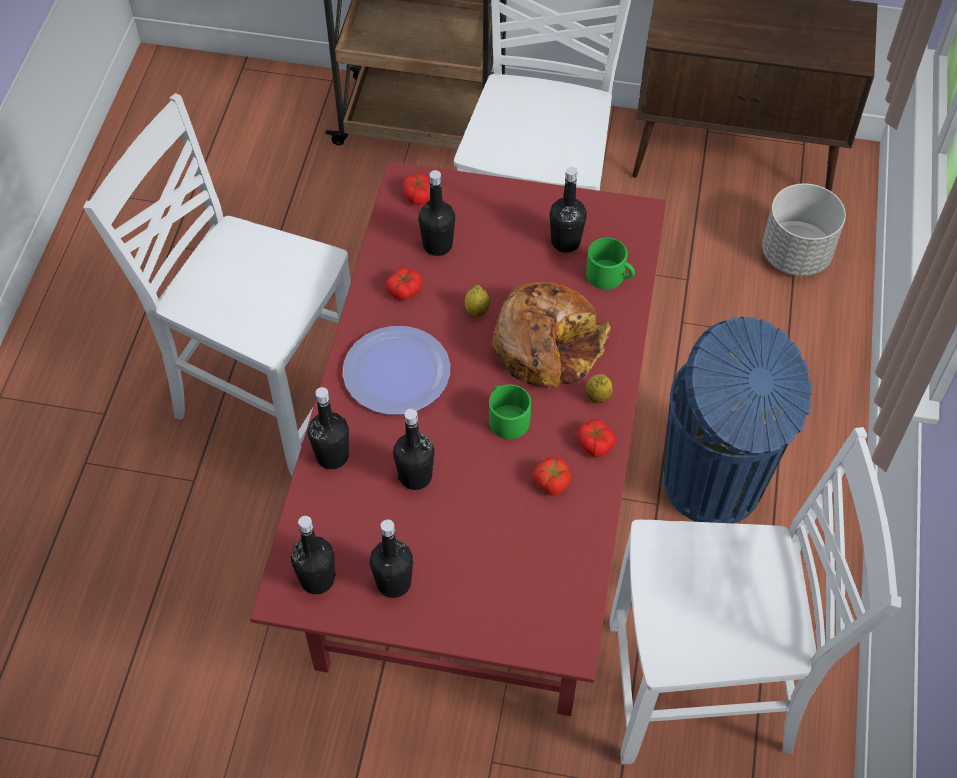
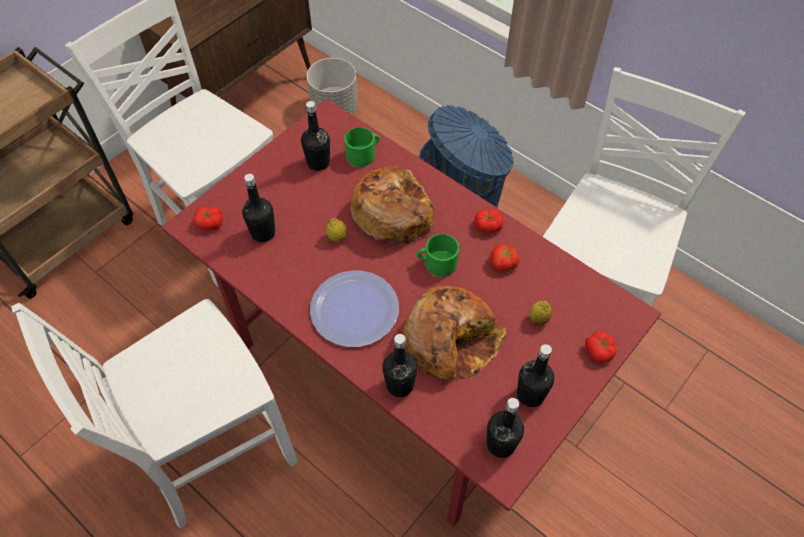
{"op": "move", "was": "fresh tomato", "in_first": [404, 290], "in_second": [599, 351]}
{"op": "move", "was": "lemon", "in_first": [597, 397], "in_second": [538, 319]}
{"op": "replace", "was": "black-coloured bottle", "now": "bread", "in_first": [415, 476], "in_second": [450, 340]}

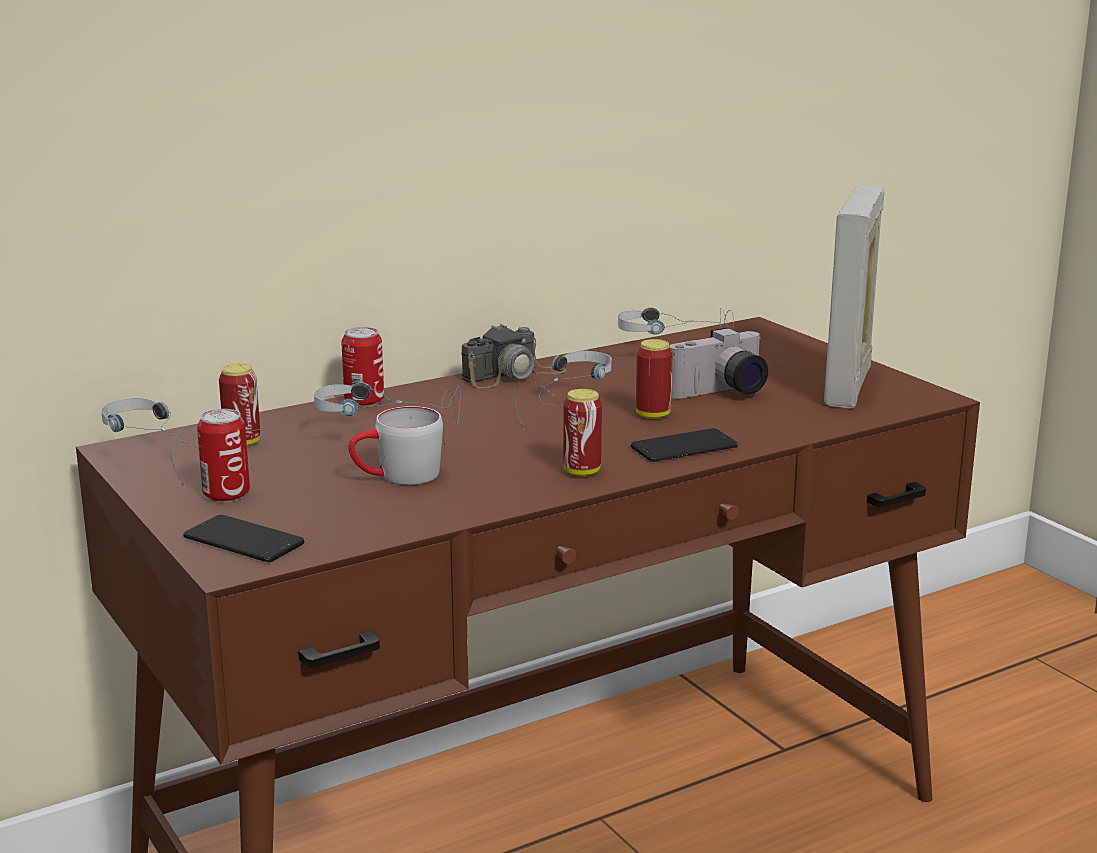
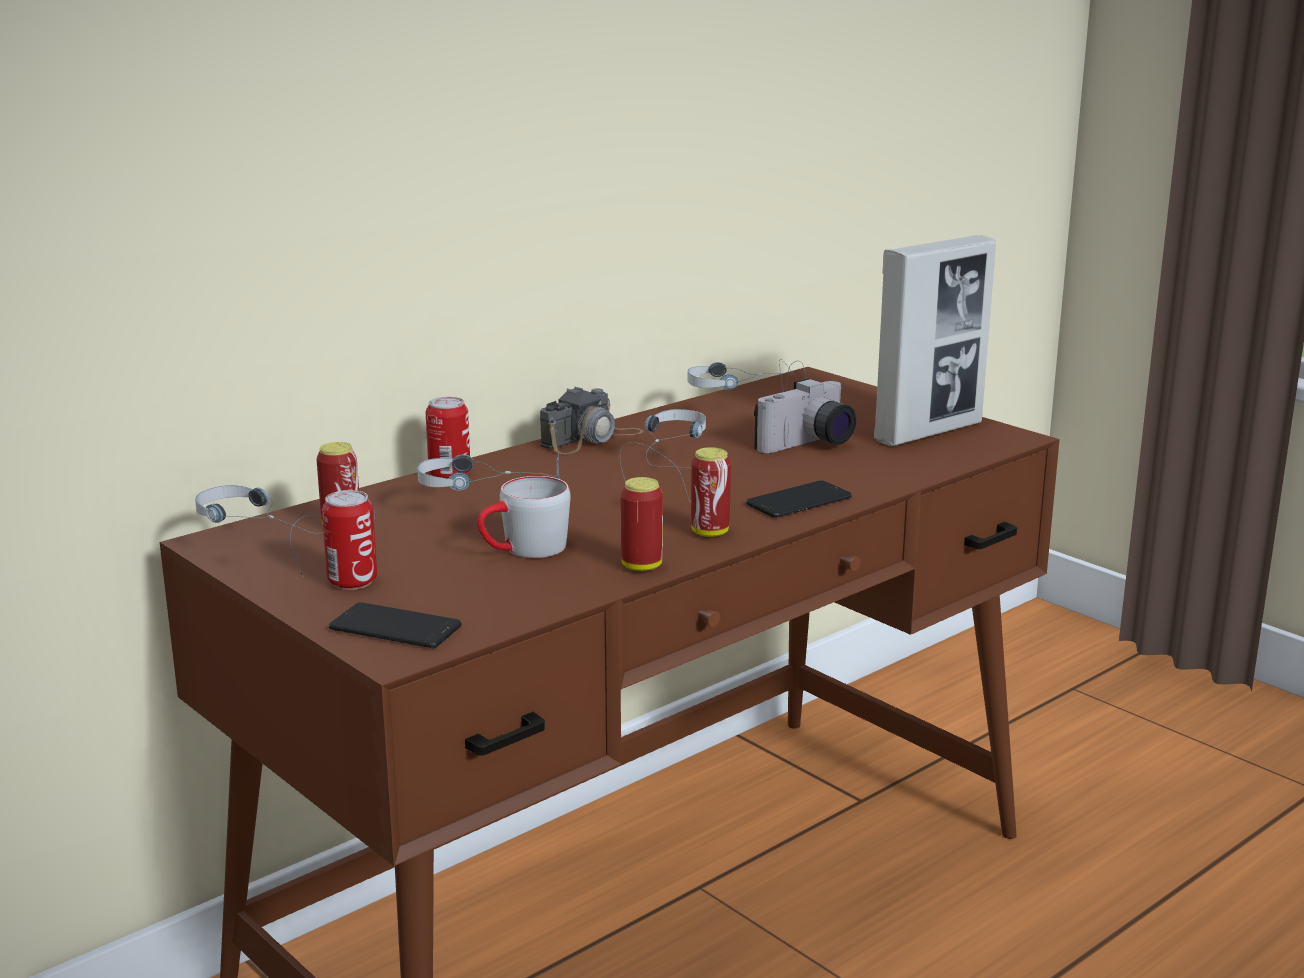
{"op": "rotate", "was": "photo frame", "in_first": [848, 387], "in_second": [928, 432], "clockwise": -135}
{"op": "move", "was": "metal can", "in_first": [653, 415], "in_second": [642, 566]}

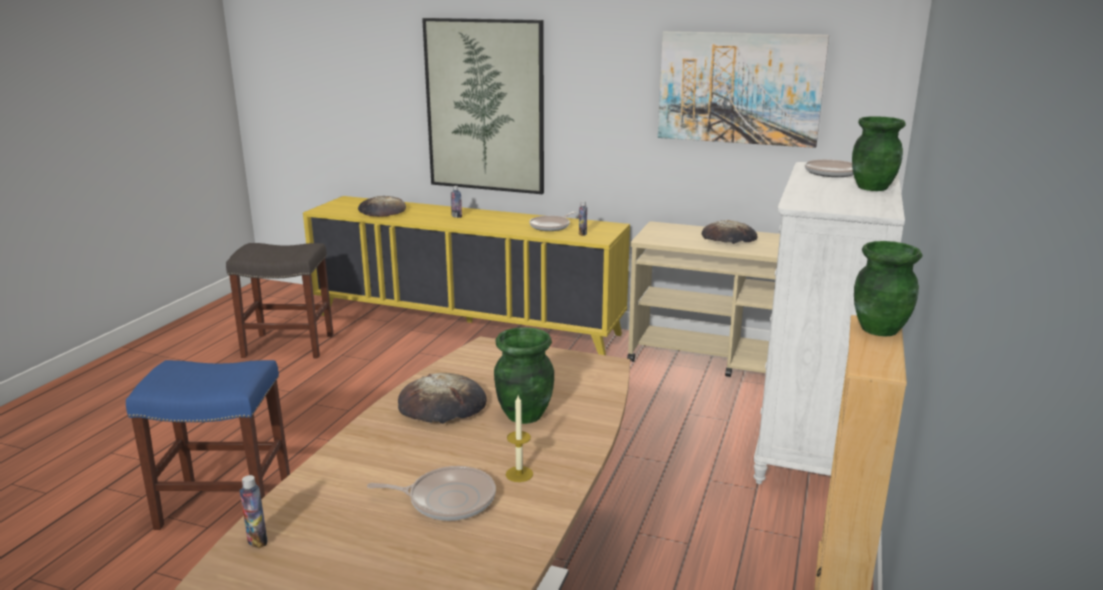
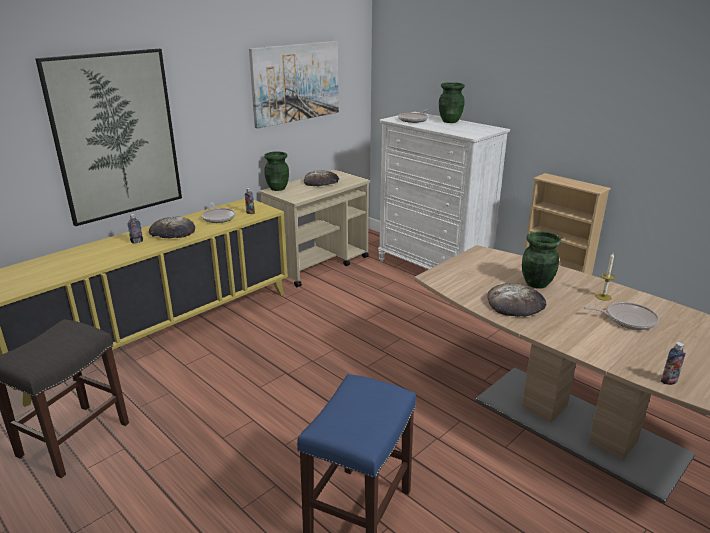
{"op": "move", "was": "bread", "in_first": [382, 211], "in_second": [172, 232]}
{"op": "move", "was": "greenish decorative vase", "in_first": [879, 329], "in_second": [277, 188]}
{"op": "rotate", "was": "skillet", "in_first": [447, 499], "in_second": [627, 319], "clockwise": 75}

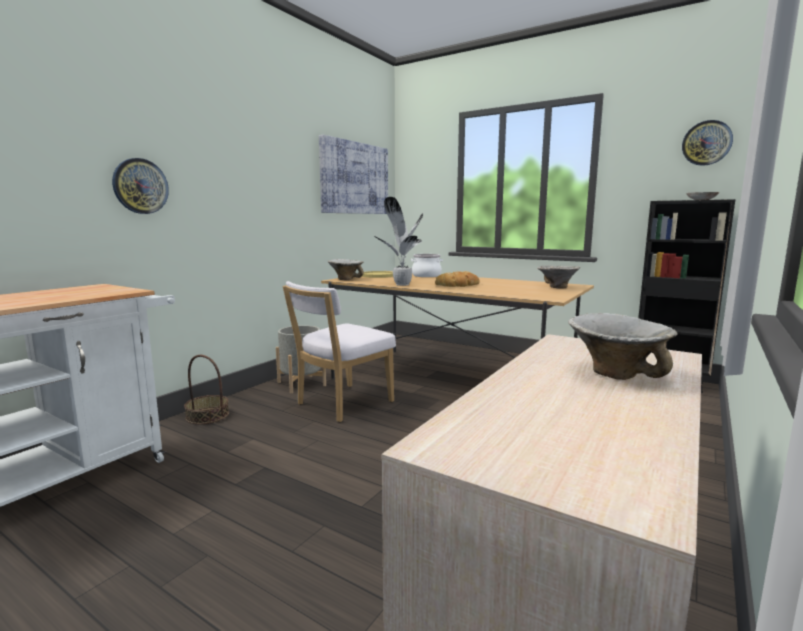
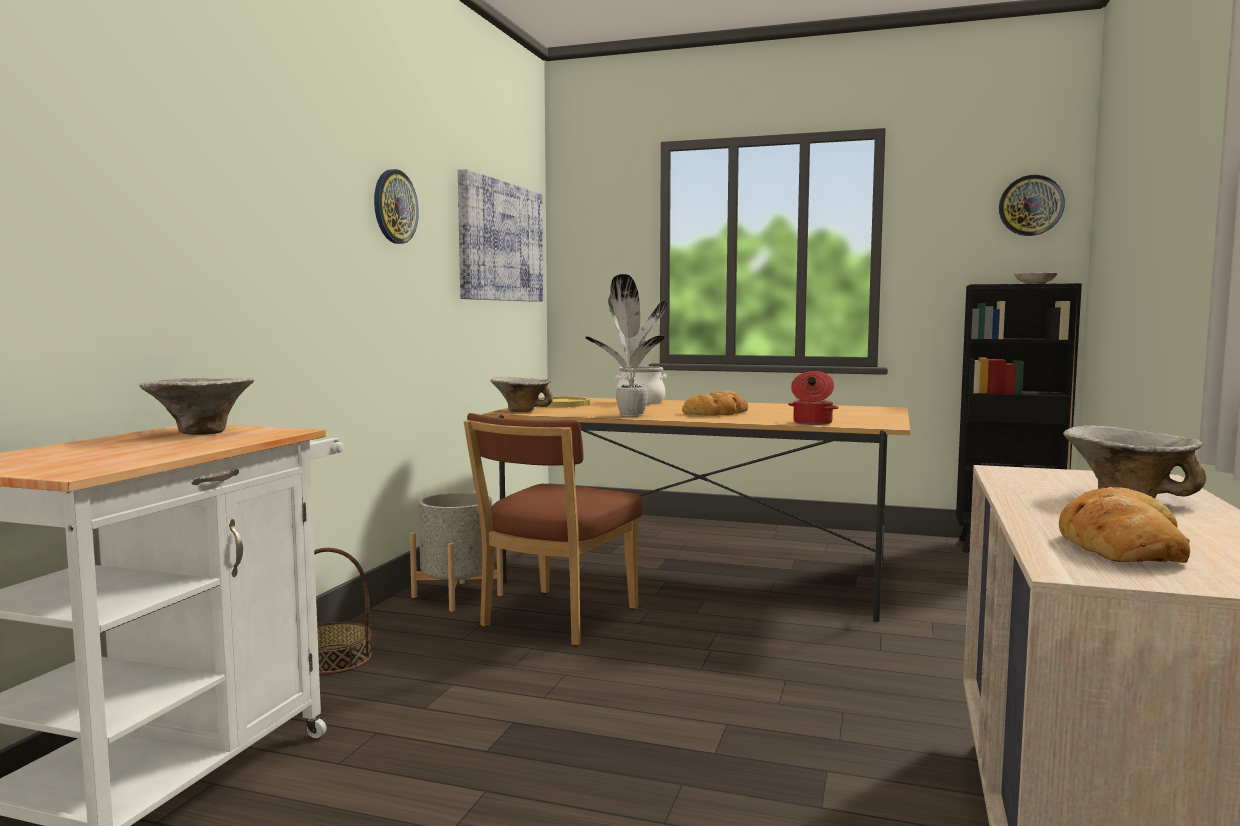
{"op": "move", "was": "hanging clock", "in_first": [140, 186], "in_second": [394, 206]}
{"op": "move", "was": "serving bowl", "in_first": [556, 287], "in_second": [199, 433]}
{"op": "recolor", "was": "white upright chair", "now": "brown-coloured upright chair", "in_first": [341, 404], "in_second": [555, 620]}
{"op": "insert", "now": "saucepot", "in_second": [811, 423]}
{"op": "insert", "now": "bread", "in_second": [1120, 544]}

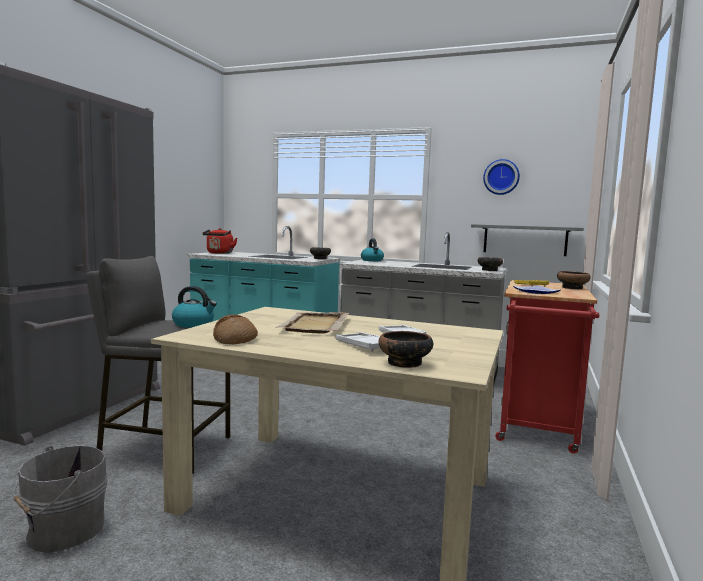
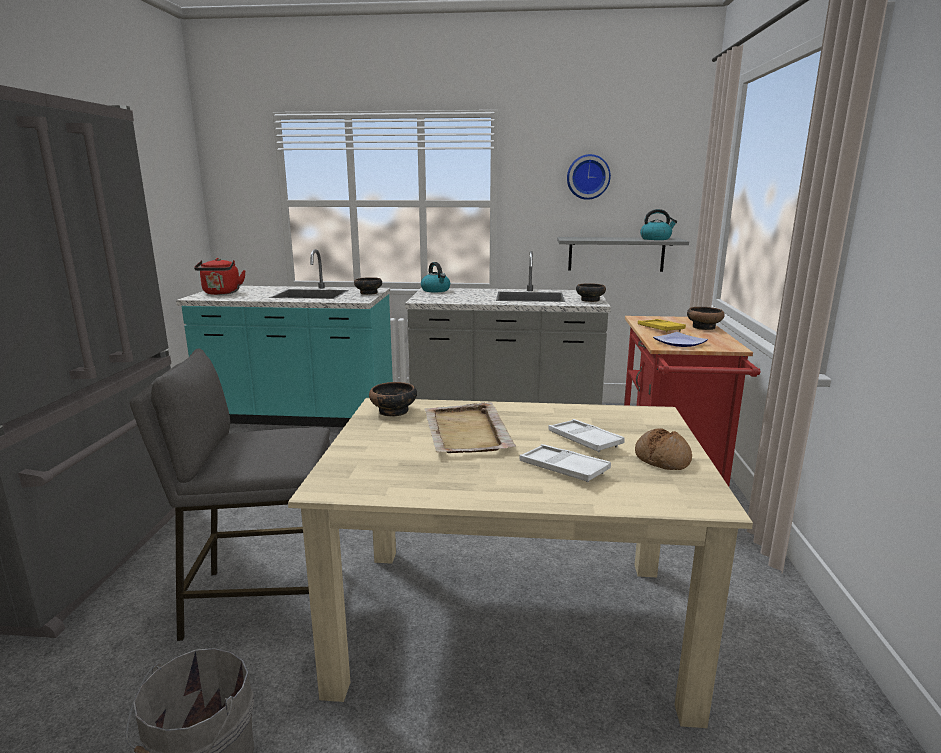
{"op": "move", "was": "kettle", "in_first": [194, 324], "in_second": [656, 239]}
{"op": "move", "was": "bread", "in_first": [235, 339], "in_second": [662, 458]}
{"op": "move", "was": "serving bowl", "in_first": [404, 363], "in_second": [393, 411]}

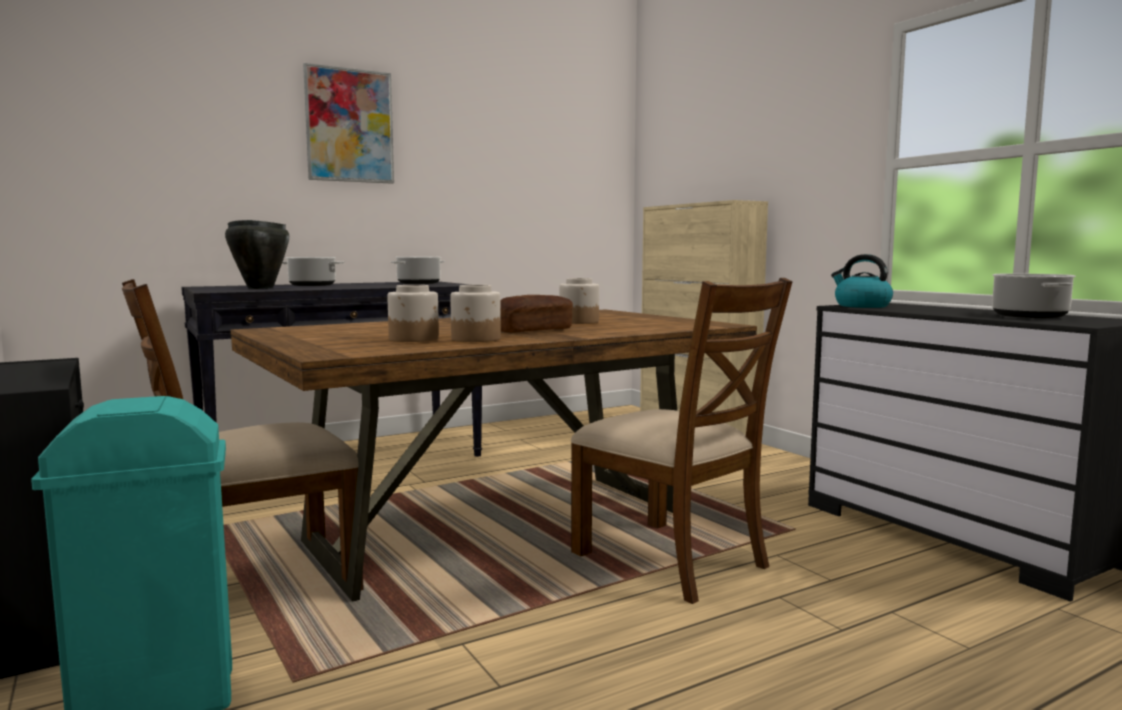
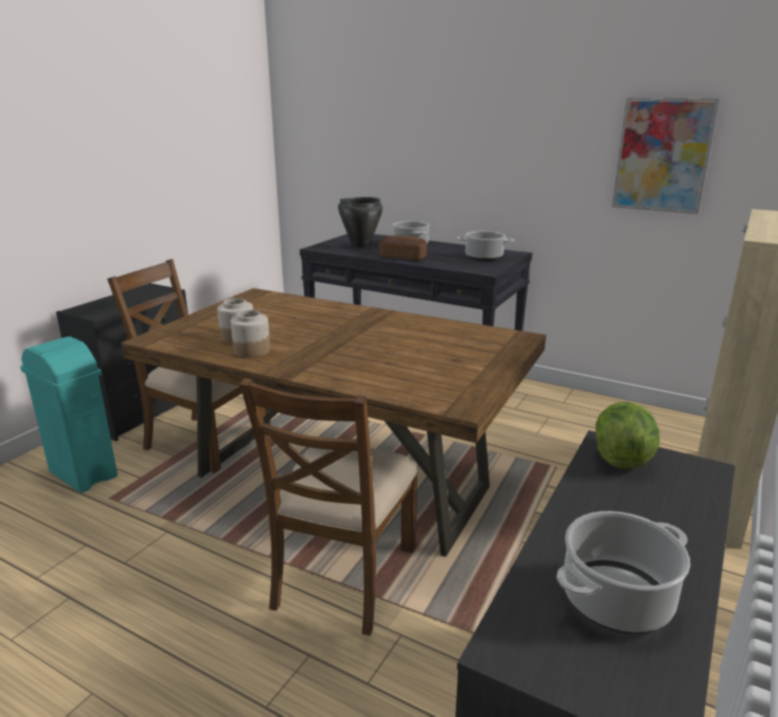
{"op": "move", "was": "picture", "in_first": [349, 125], "in_second": [663, 155]}
{"op": "replace", "was": "kettle", "now": "head of lettuce", "in_first": [861, 306], "in_second": [621, 456]}
{"op": "delete", "was": "storage jar", "in_first": [579, 322]}
{"op": "move", "was": "bread", "in_first": [533, 330], "in_second": [403, 257]}

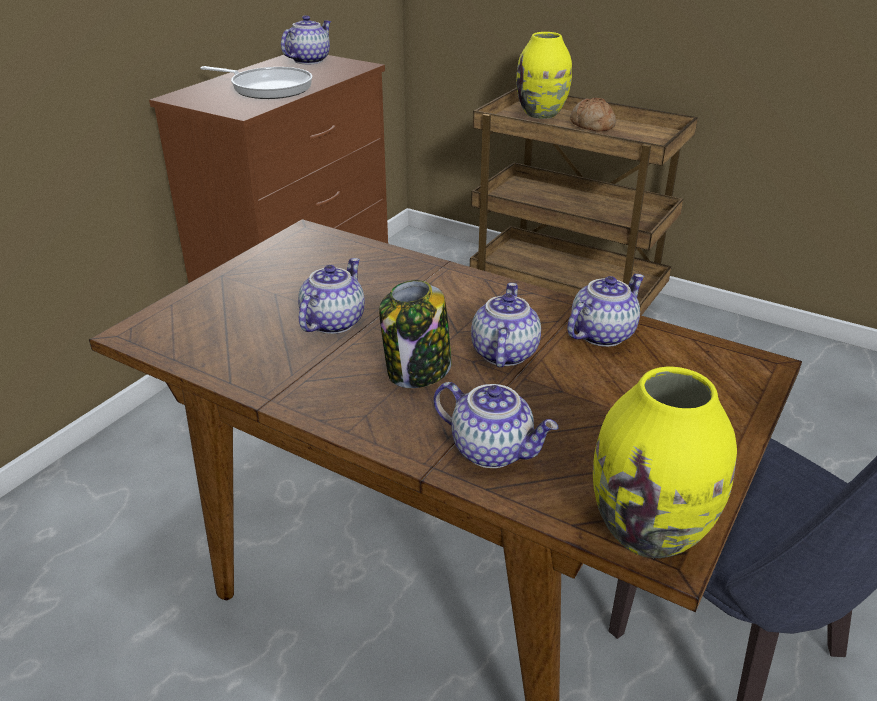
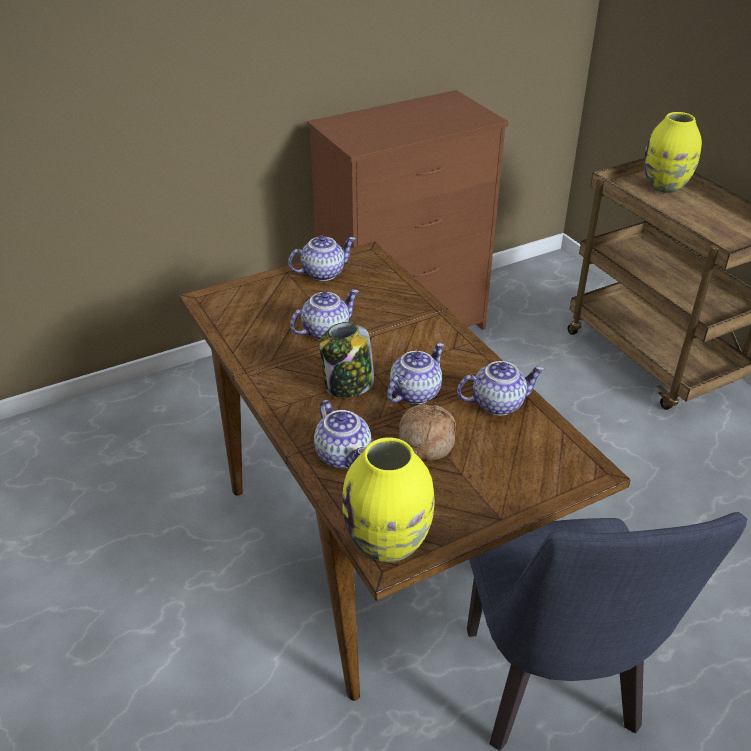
{"op": "move", "was": "pot for tea", "in_first": [308, 60], "in_second": [323, 273]}
{"op": "delete", "was": "skillet", "in_first": [268, 88]}
{"op": "move", "was": "bread", "in_first": [591, 125], "in_second": [425, 440]}

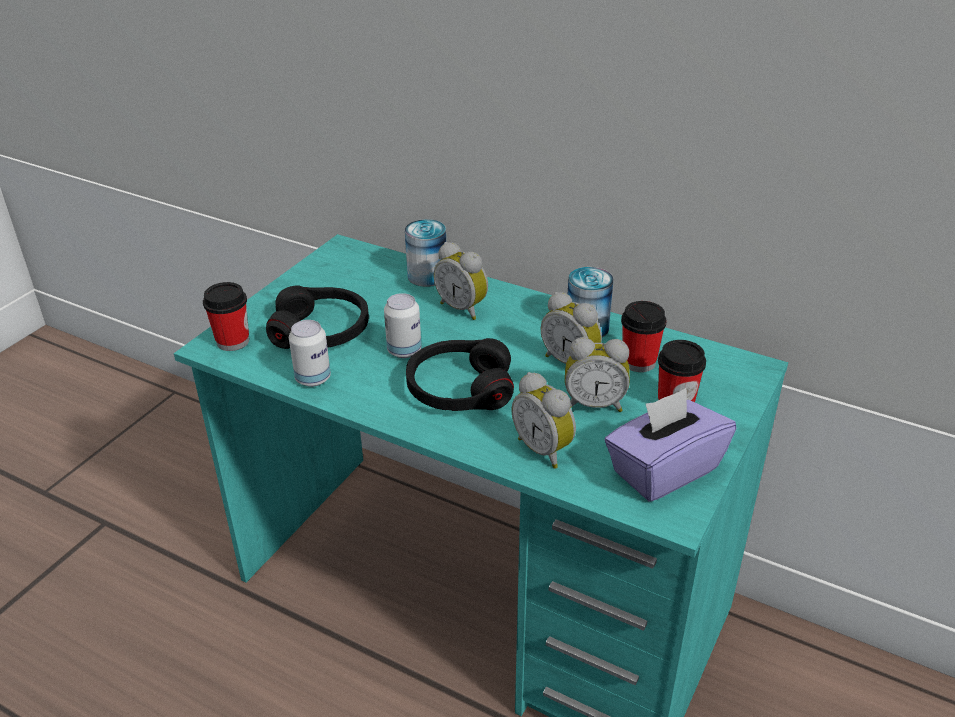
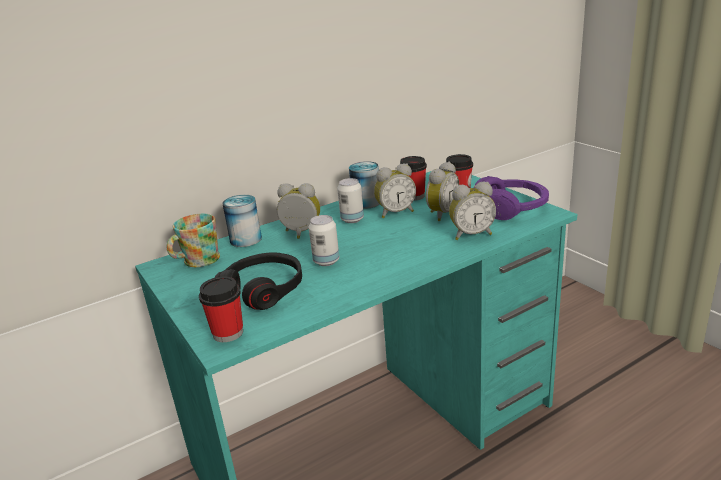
{"op": "rotate", "was": "table clock", "in_first": [463, 308], "in_second": [301, 234], "clockwise": -150}
{"op": "move", "was": "metal can", "in_first": [313, 379], "in_second": [352, 219]}
{"op": "delete", "was": "black-coloured headset", "in_first": [459, 389]}
{"op": "replace", "was": "purple tissue box", "now": "purple headset", "in_first": [663, 470], "in_second": [512, 208]}
{"op": "insert", "now": "coffee mug", "in_second": [197, 261]}

